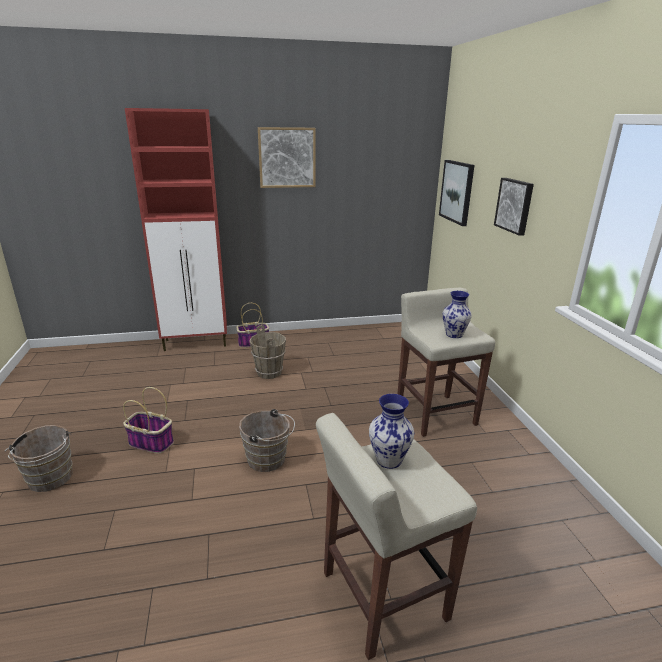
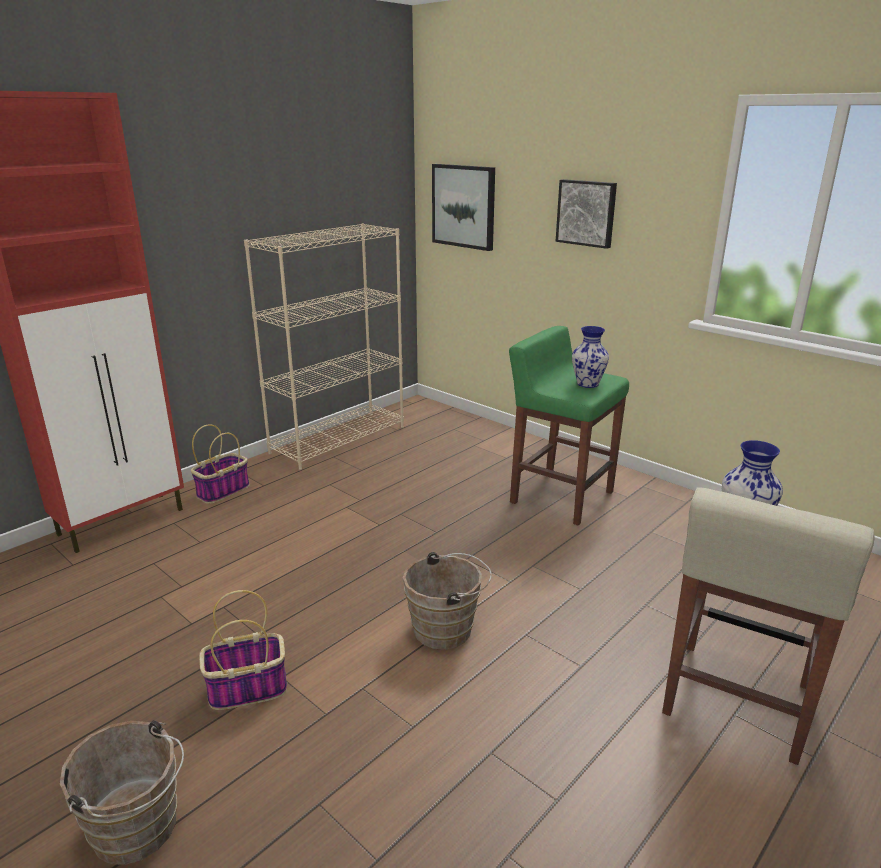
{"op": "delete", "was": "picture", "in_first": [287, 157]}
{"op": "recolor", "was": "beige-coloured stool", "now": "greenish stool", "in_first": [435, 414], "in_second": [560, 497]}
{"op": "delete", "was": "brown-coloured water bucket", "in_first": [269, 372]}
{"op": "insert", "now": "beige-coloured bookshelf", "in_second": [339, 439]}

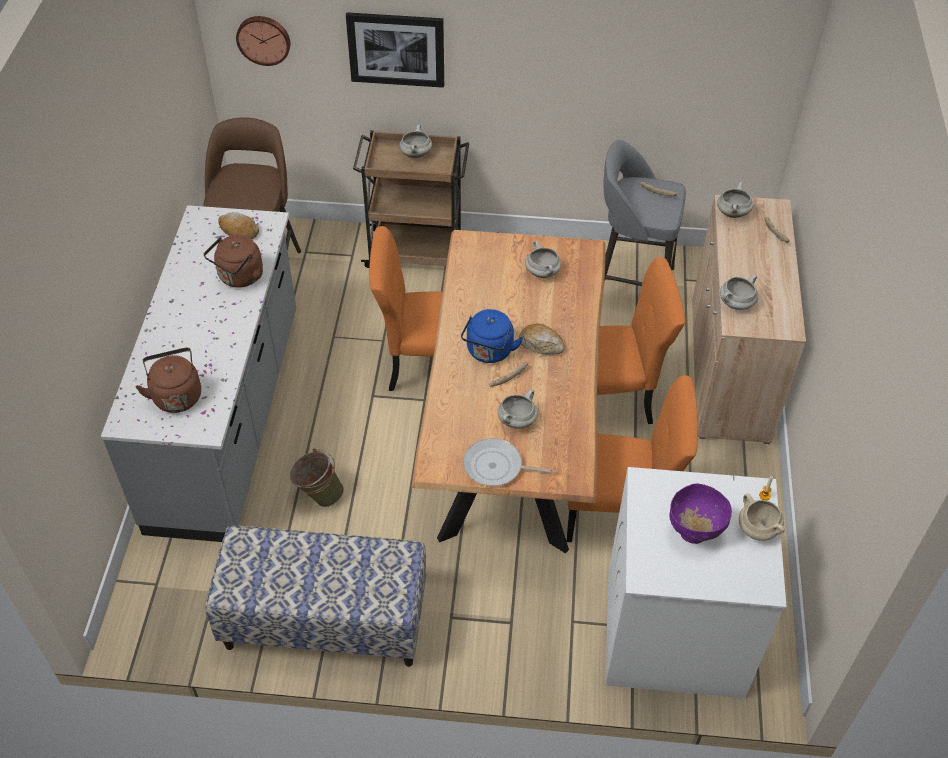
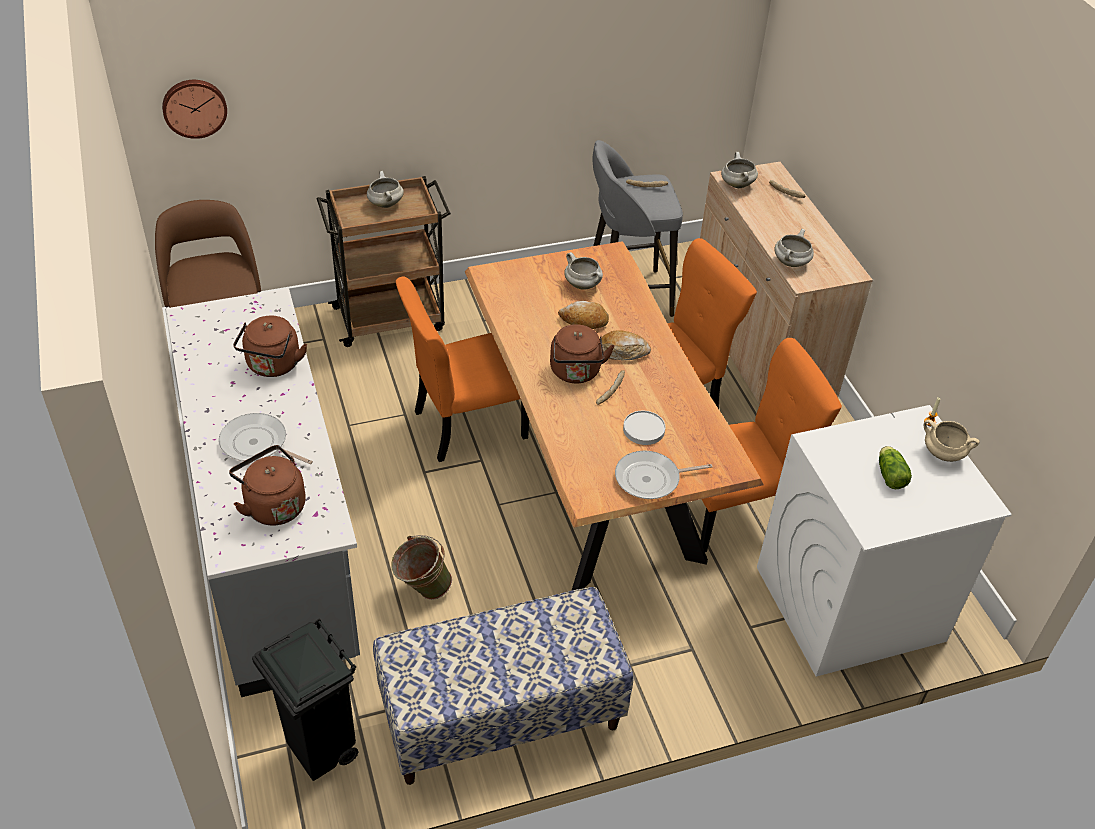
{"op": "delete", "was": "picture", "in_first": [396, 49]}
{"op": "move", "was": "bread", "in_first": [238, 231], "in_second": [583, 321]}
{"op": "recolor", "was": "blue-coloured kettle", "now": "brown-coloured kettle", "in_first": [489, 352], "in_second": [576, 373]}
{"op": "replace", "was": "white saucepot", "now": "white dinner plate", "in_first": [517, 420], "in_second": [643, 429]}
{"op": "replace", "was": "purple serving bowl", "now": "head of lettuce", "in_first": [693, 532], "in_second": [889, 474]}
{"op": "insert", "now": "skillet", "in_second": [257, 444]}
{"op": "insert", "now": "black-coloured rubbish bin", "in_second": [321, 751]}

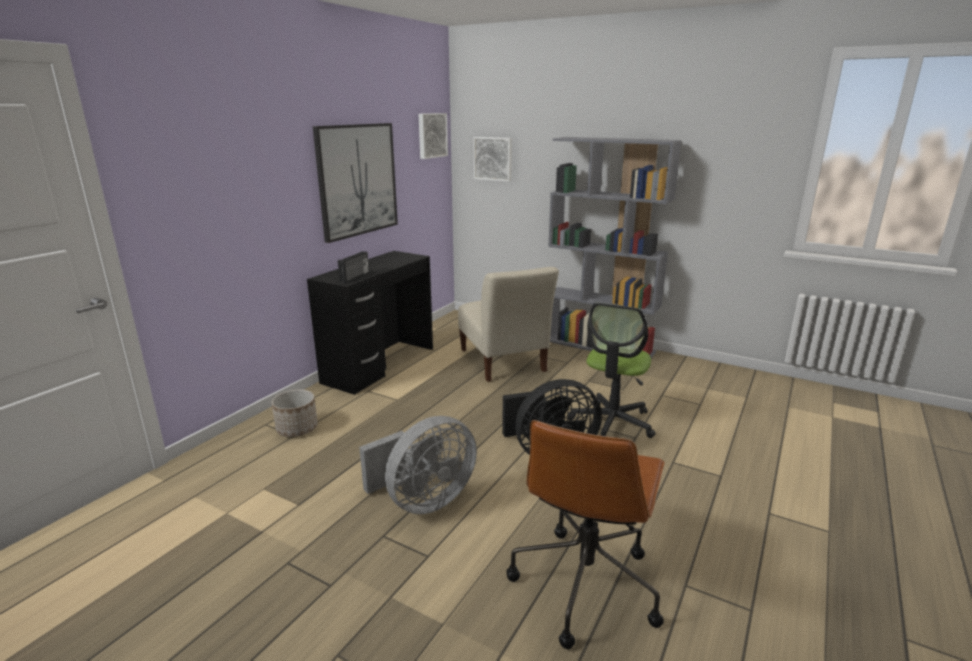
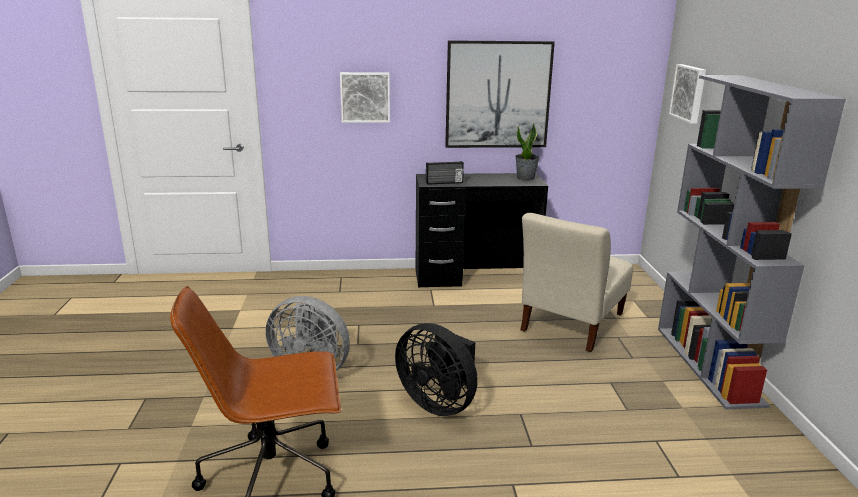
{"op": "move", "was": "picture", "in_first": [431, 135], "in_second": [365, 97]}
{"op": "delete", "was": "desk chair", "in_first": [612, 422]}
{"op": "delete", "was": "plant pot", "in_first": [296, 429]}
{"op": "insert", "now": "houseplant", "in_second": [526, 178]}

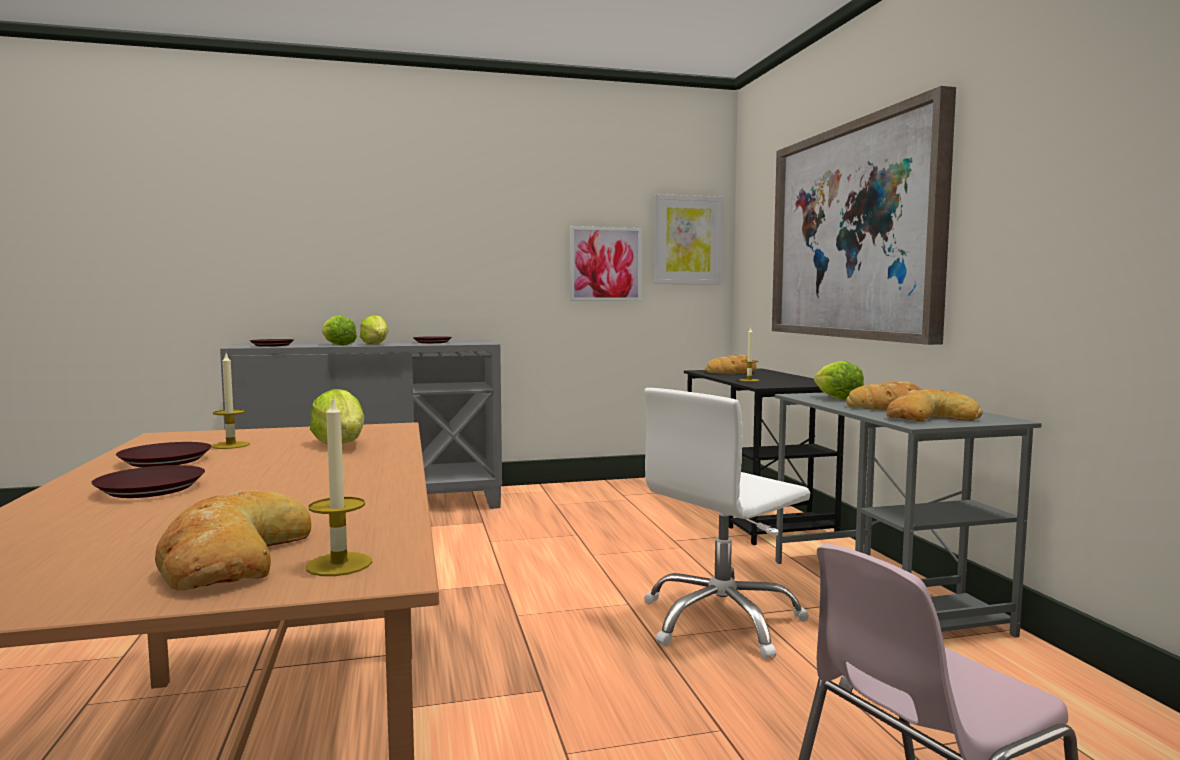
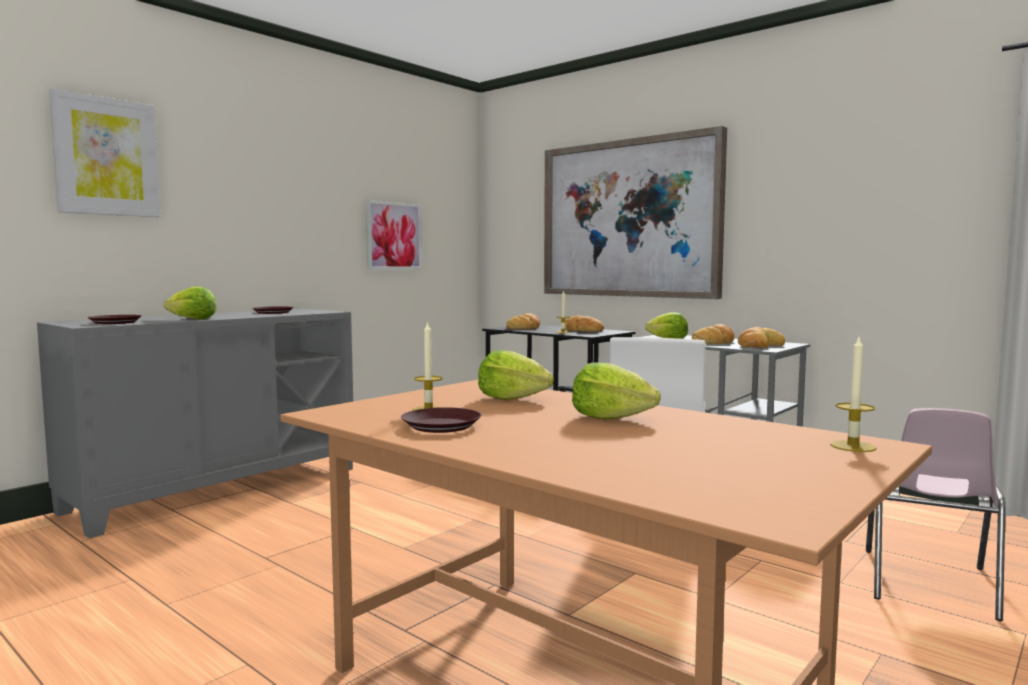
{"op": "move", "was": "picture", "in_first": [687, 240], "in_second": [106, 157]}
{"op": "move", "was": "head of lettuce", "in_first": [376, 344], "in_second": [610, 418]}
{"op": "delete", "was": "brown-coloured dinner plate", "in_first": [149, 489]}
{"op": "move", "was": "bread", "in_first": [231, 558], "in_second": [581, 330]}

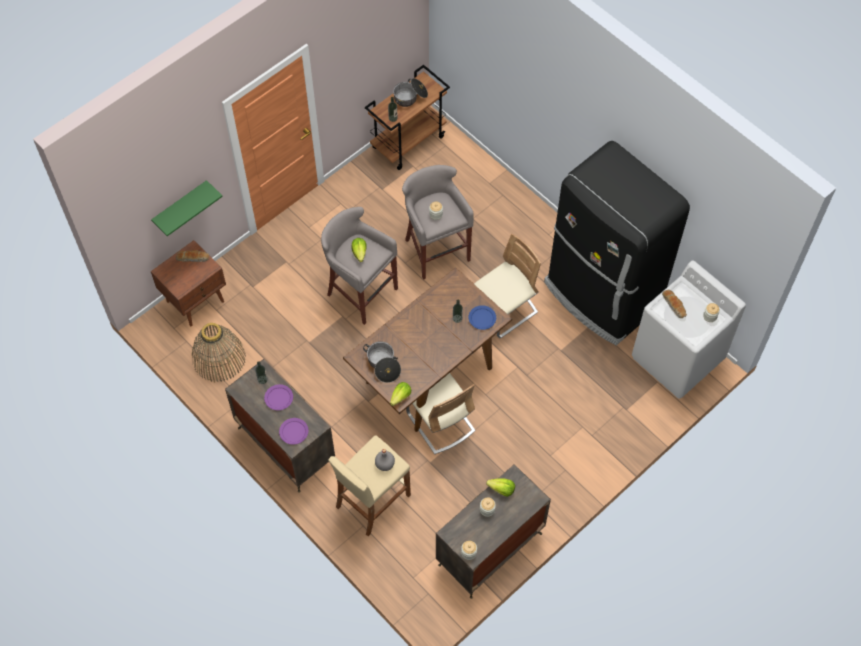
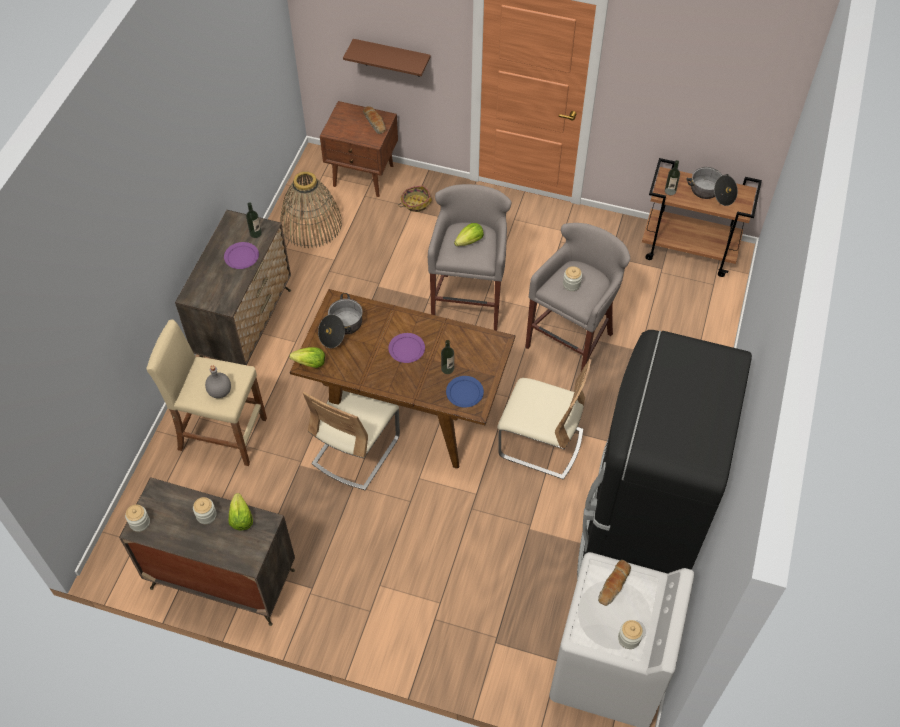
{"op": "recolor", "was": "greenish bracket shelf", "now": "brown-coloured bracket shelf", "in_first": [181, 206], "in_second": [392, 58]}
{"op": "move", "was": "purple dinner plate", "in_first": [293, 431], "in_second": [406, 349]}
{"op": "insert", "now": "household basket", "in_second": [415, 203]}

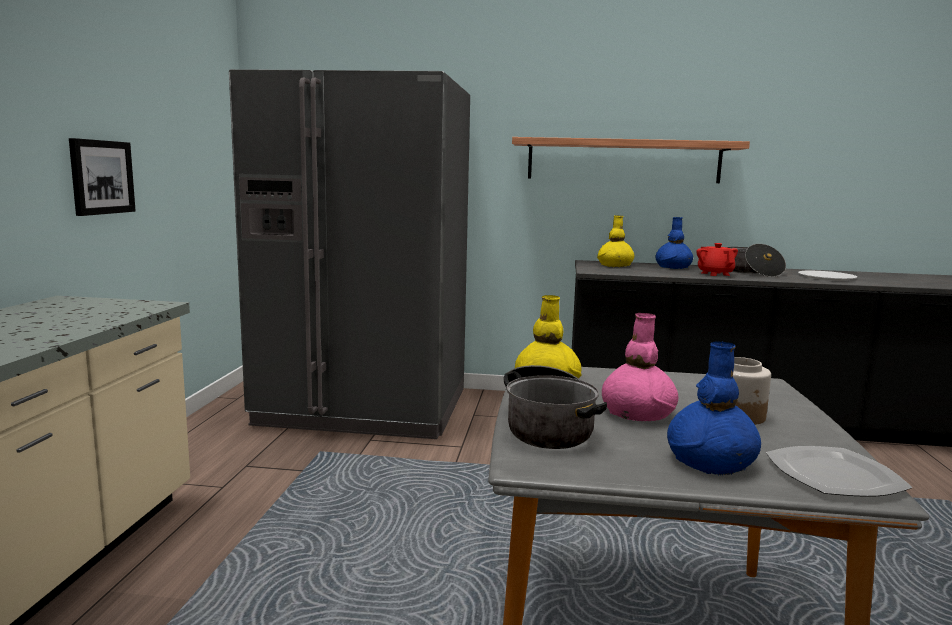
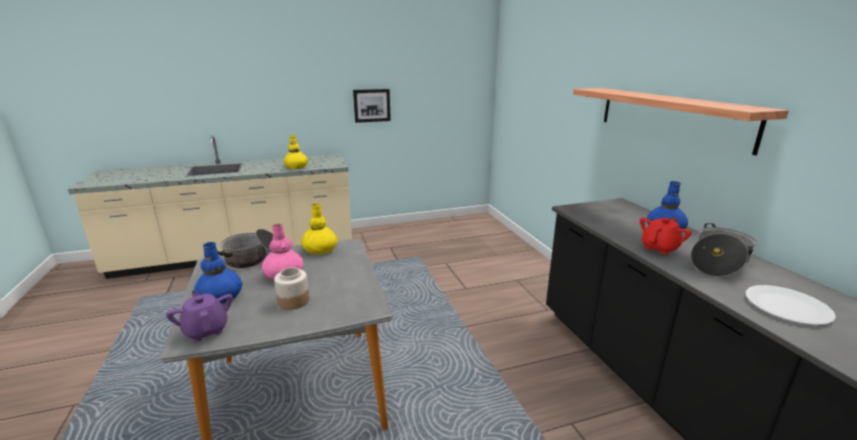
{"op": "delete", "was": "gray refrigerator", "in_first": [365, 407]}
{"op": "move", "was": "yellow-coloured decorative vase", "in_first": [615, 265], "in_second": [296, 167]}
{"op": "replace", "was": "dinner plate", "now": "purple pot for tea", "in_first": [834, 475], "in_second": [206, 330]}

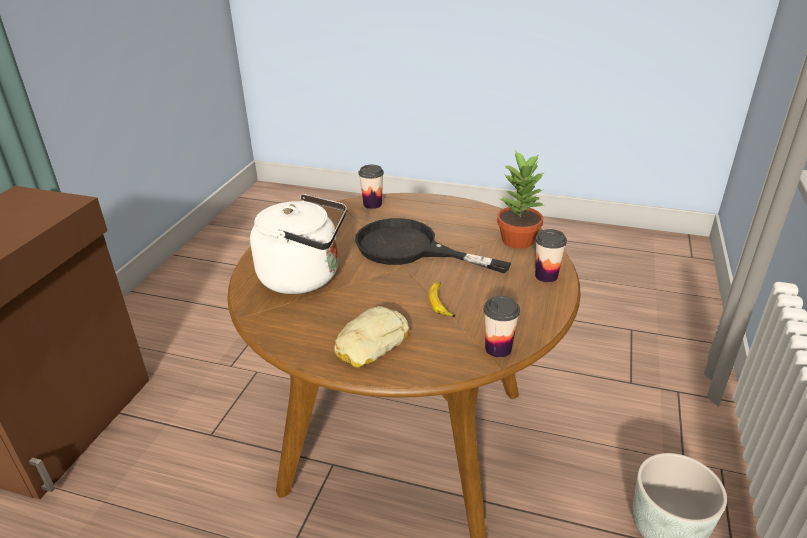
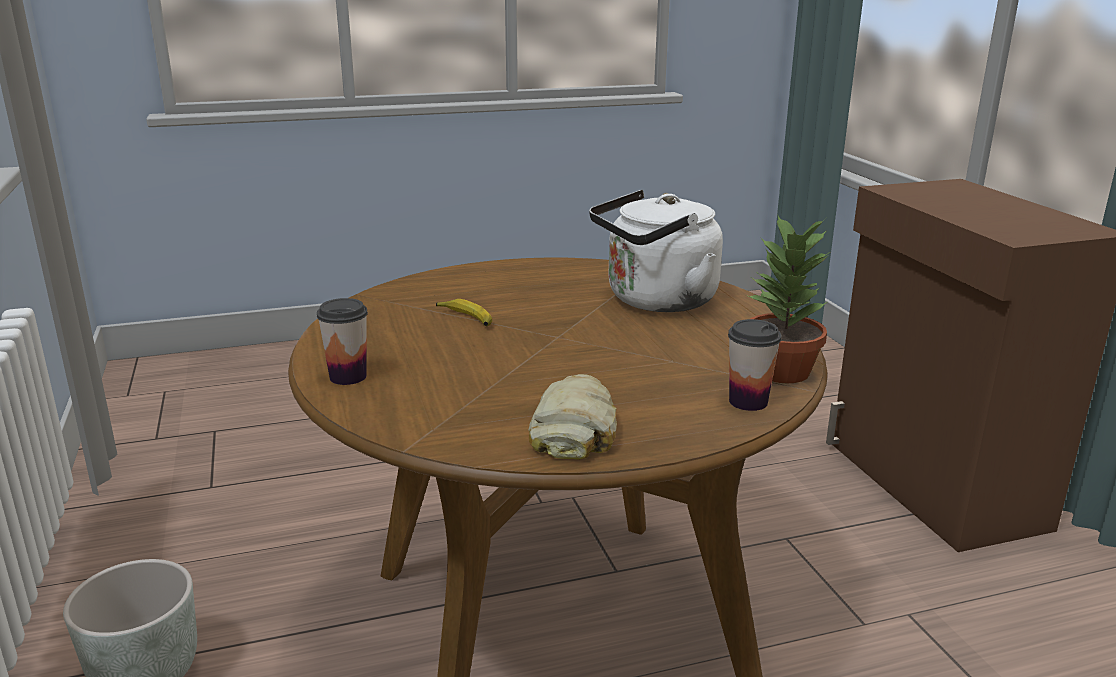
{"op": "move", "was": "houseplant", "in_first": [518, 240], "in_second": [781, 372]}
{"op": "delete", "was": "black-coloured skillet", "in_first": [410, 249]}
{"op": "delete", "was": "small cup", "in_first": [498, 349]}
{"op": "move", "was": "bread", "in_first": [369, 343], "in_second": [576, 429]}

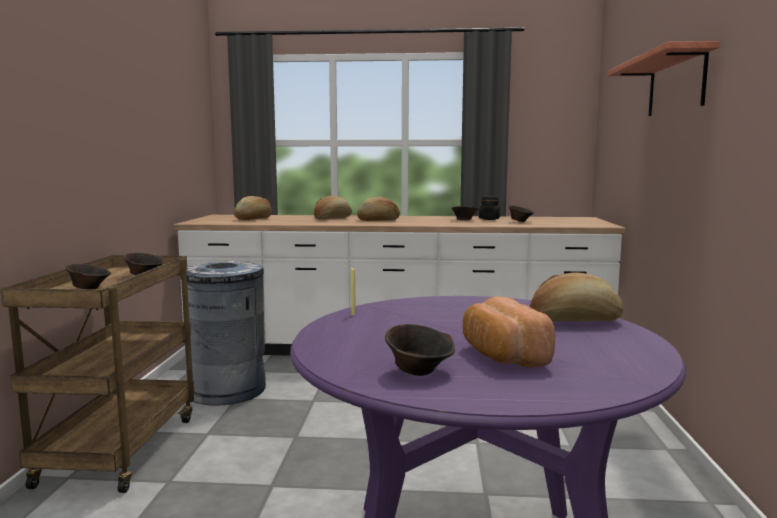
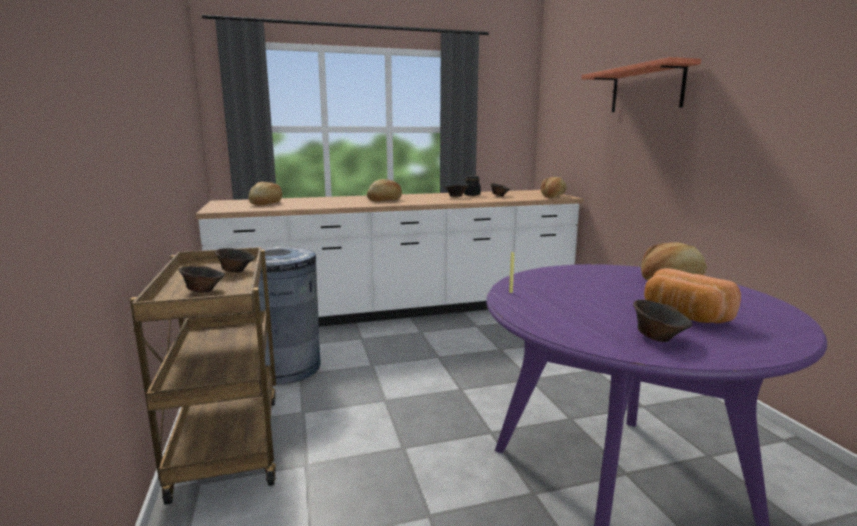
{"op": "move", "was": "bread", "in_first": [332, 218], "in_second": [553, 196]}

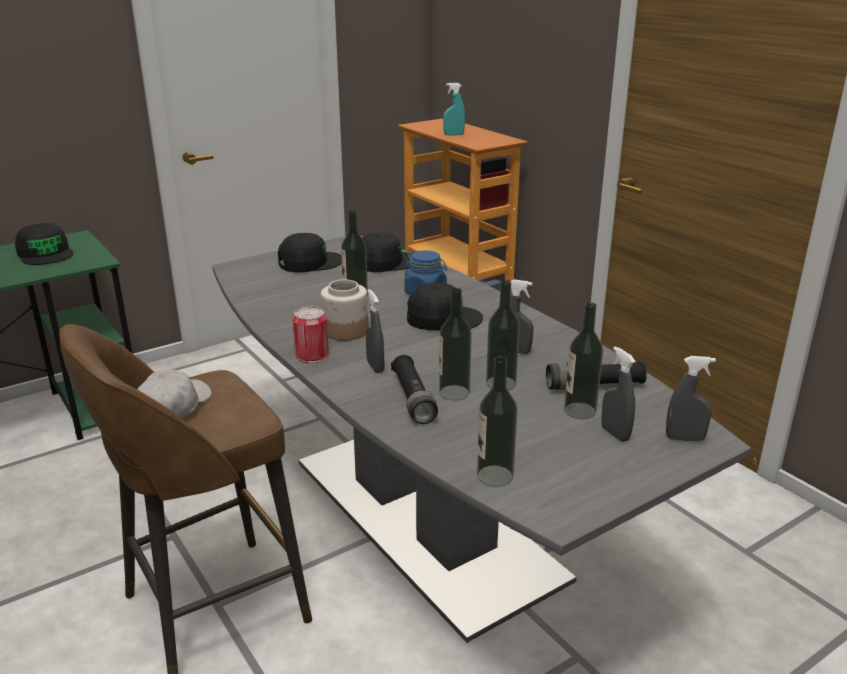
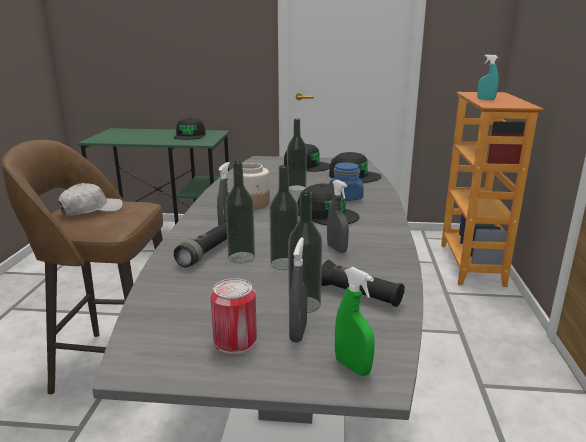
{"op": "move", "was": "metal can", "in_first": [312, 355], "in_second": [235, 341]}
{"op": "delete", "was": "bottle", "in_first": [495, 476]}
{"op": "recolor", "was": "gray sprayer", "now": "greenish sprayer", "in_first": [684, 439], "in_second": [352, 367]}

